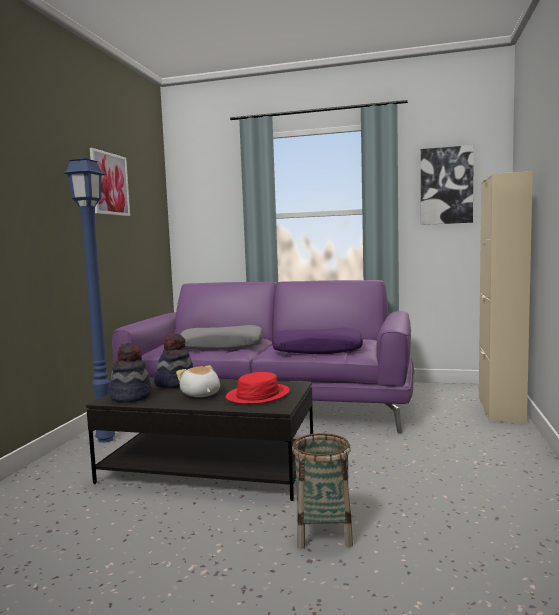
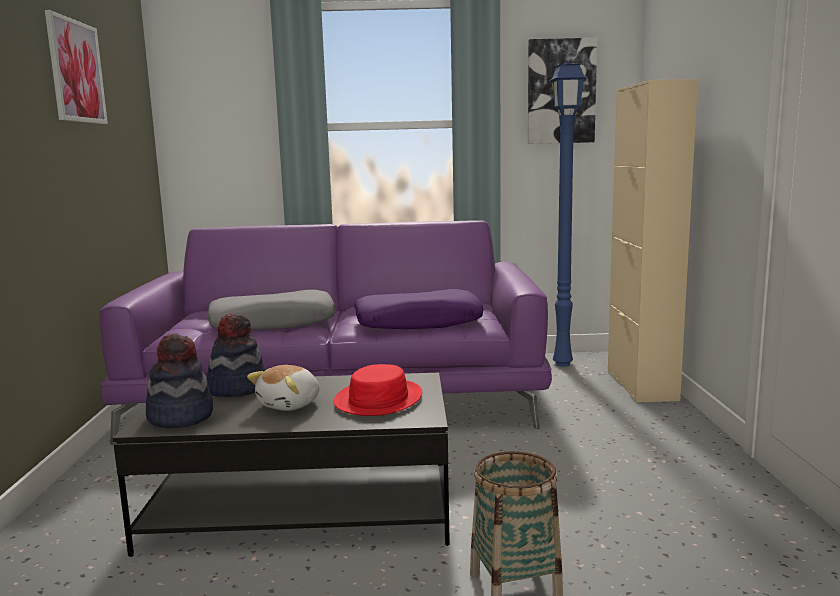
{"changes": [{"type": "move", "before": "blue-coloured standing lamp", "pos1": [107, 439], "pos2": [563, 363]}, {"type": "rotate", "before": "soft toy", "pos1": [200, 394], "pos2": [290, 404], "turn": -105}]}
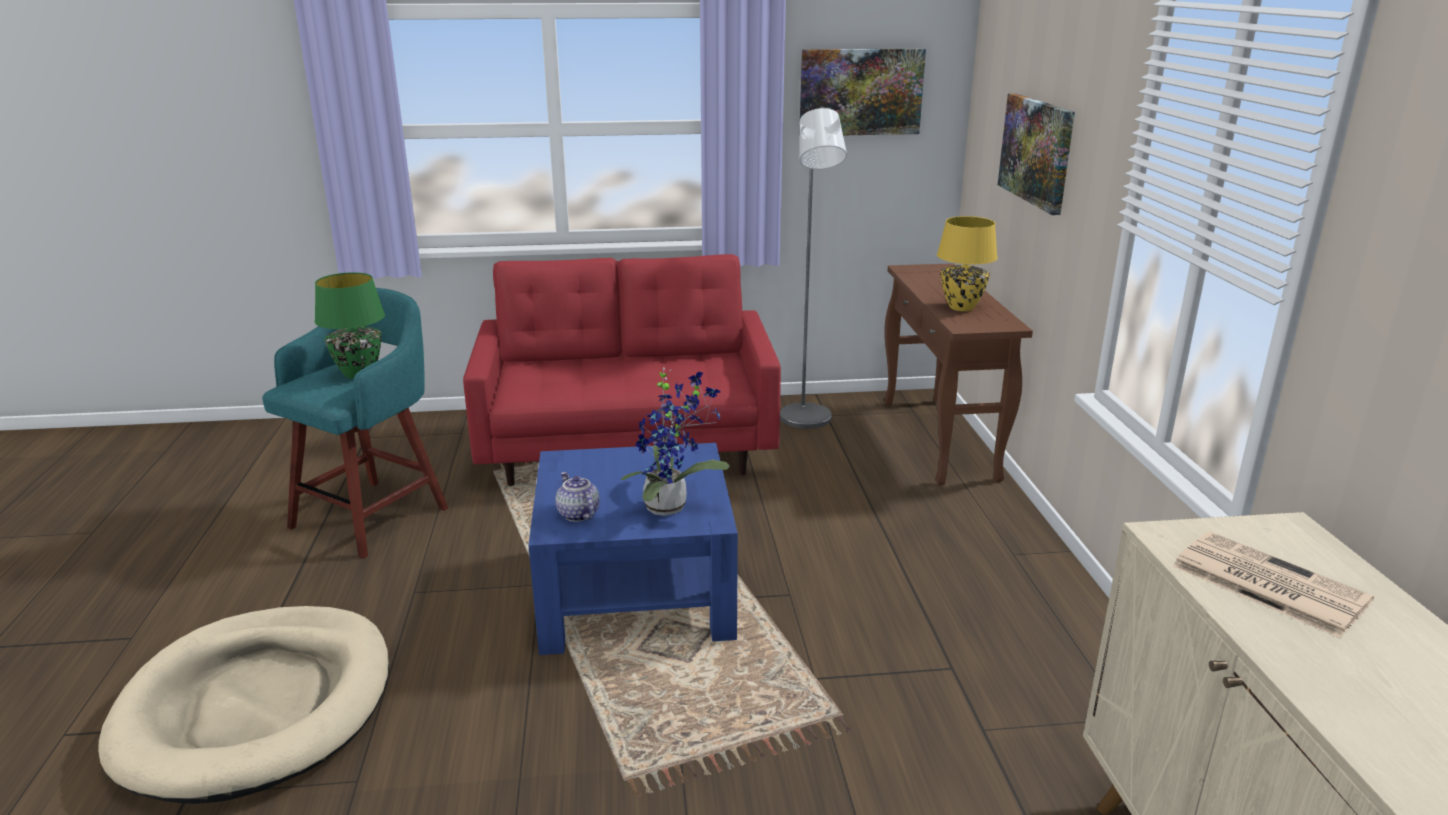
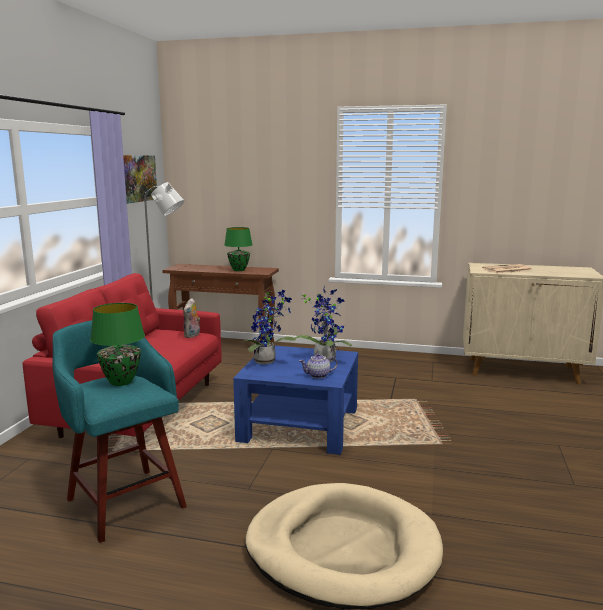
{"changes": [{"type": "delete", "before": "wall picture", "pos1": [1037, 151]}, {"type": "recolor", "before": "yellowish table lamp", "after": "greenish table lamp", "pos1": [961, 307], "pos2": [238, 270]}, {"type": "insert", "after": "potted plant", "pos2": [267, 361]}, {"type": "insert", "after": "soft toy", "pos2": [192, 335]}]}
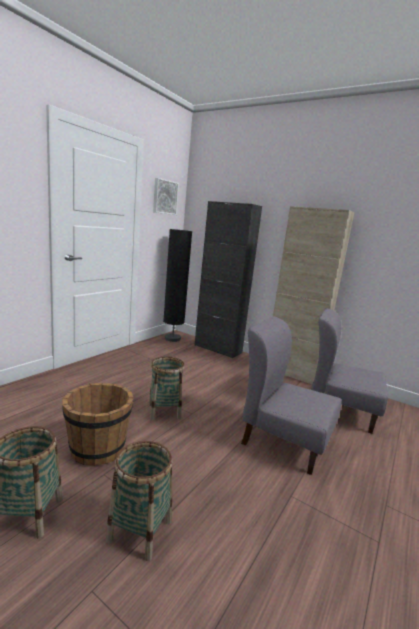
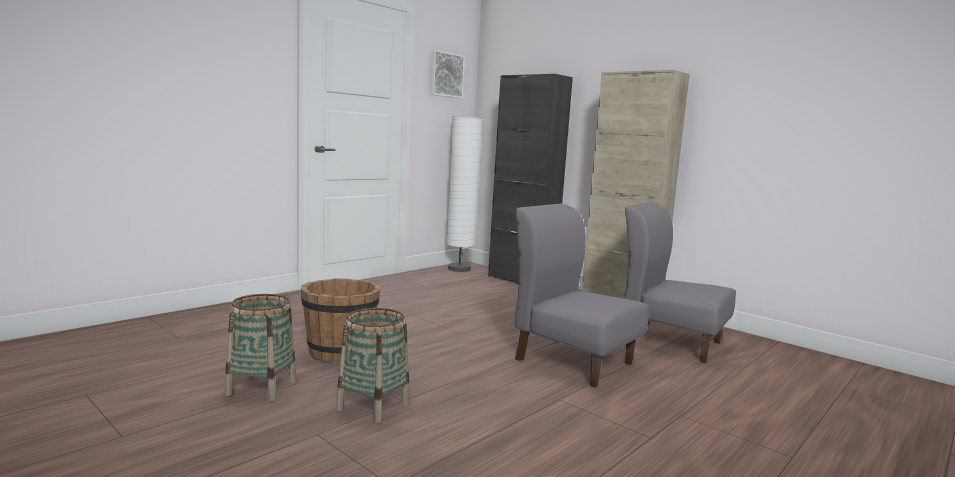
{"changes": [{"type": "recolor", "before": "black standing lamp", "after": "white standing lamp", "pos1": [172, 338], "pos2": [459, 269]}, {"type": "delete", "before": "basket", "pos1": [164, 411]}]}
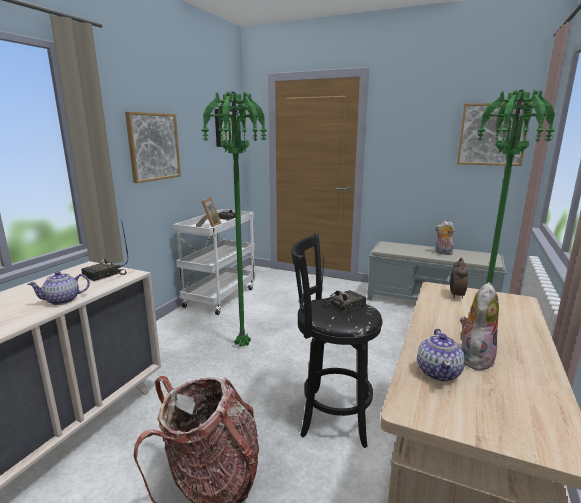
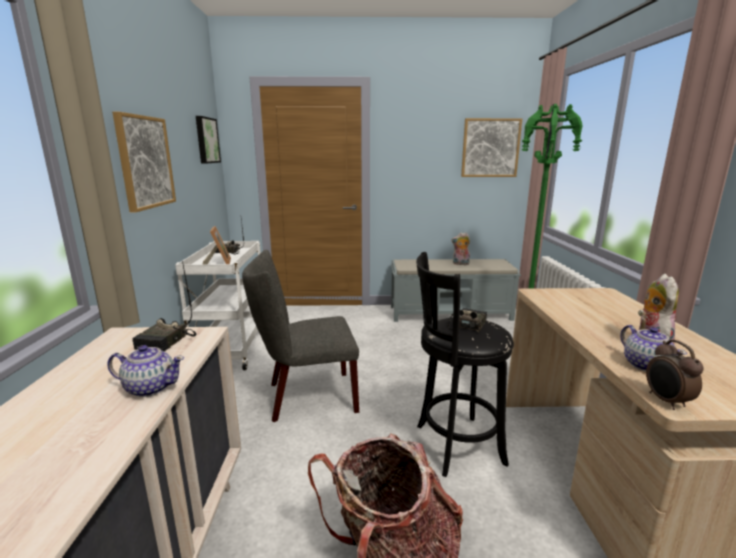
{"changes": [{"type": "replace", "before": "greenish standing lamp", "after": "gray upright chair", "pos1": [244, 345], "pos2": [305, 397]}, {"type": "move", "before": "alarm clock", "pos1": [456, 296], "pos2": [666, 401]}, {"type": "rotate", "before": "tea pot", "pos1": [63, 300], "pos2": [150, 387], "turn": -120}]}
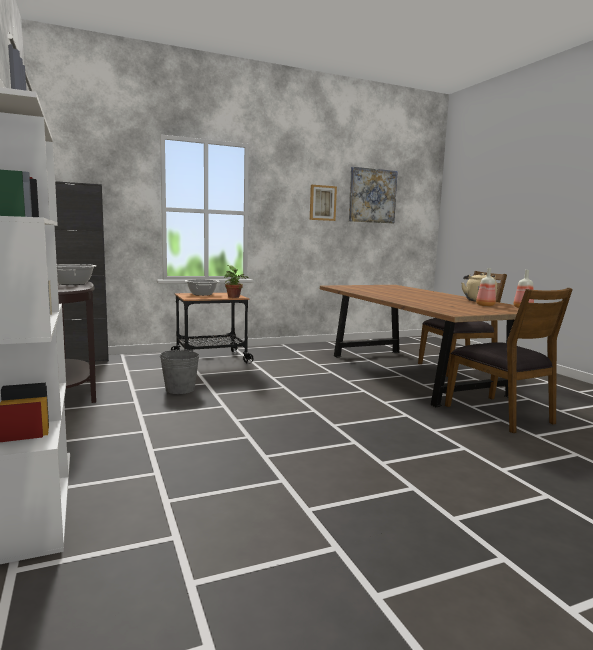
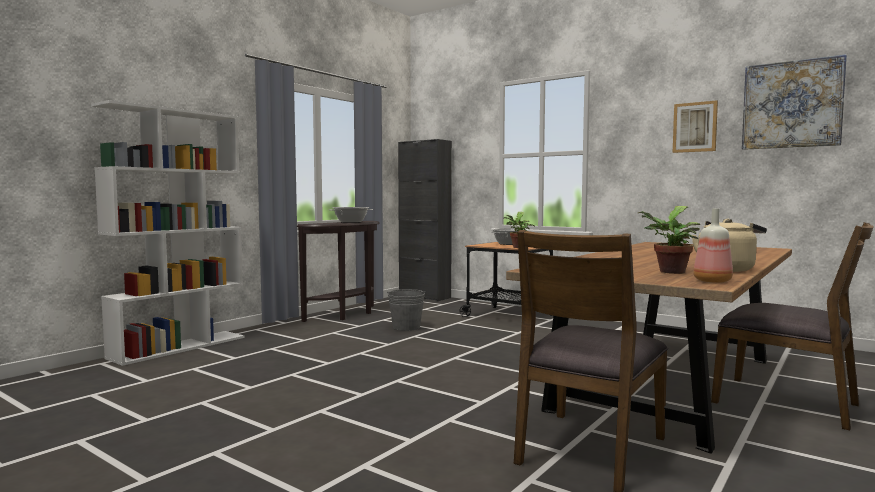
{"changes": [{"type": "replace", "before": "bottle", "after": "potted plant", "pos1": [484, 305], "pos2": [669, 272]}]}
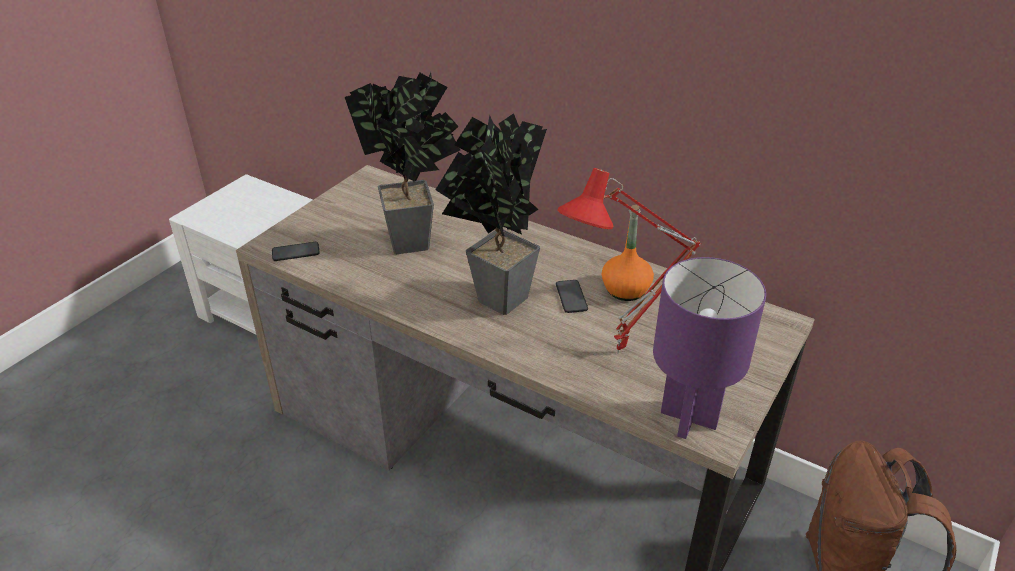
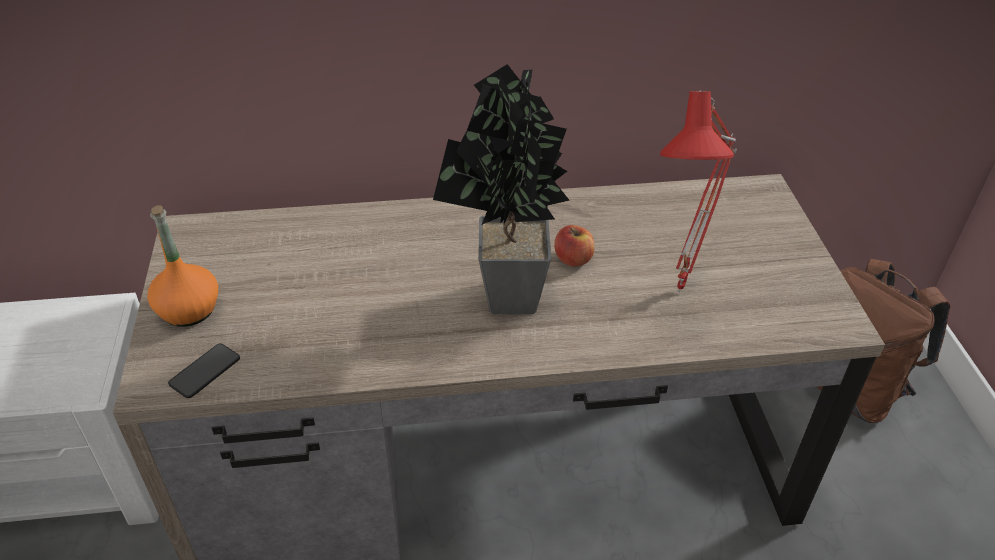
{"changes": [{"type": "delete", "before": "potted plant", "pos1": [417, 244]}, {"type": "move", "before": "orange-coloured bottle", "pos1": [625, 289], "pos2": [188, 310]}, {"type": "delete", "before": "purple-coloured table lamp", "pos1": [688, 417]}, {"type": "replace", "before": "telephone", "after": "apple", "pos1": [571, 297], "pos2": [573, 259]}]}
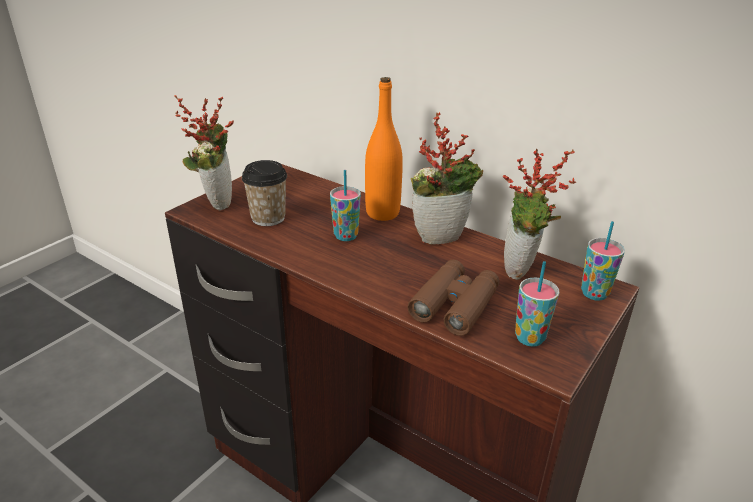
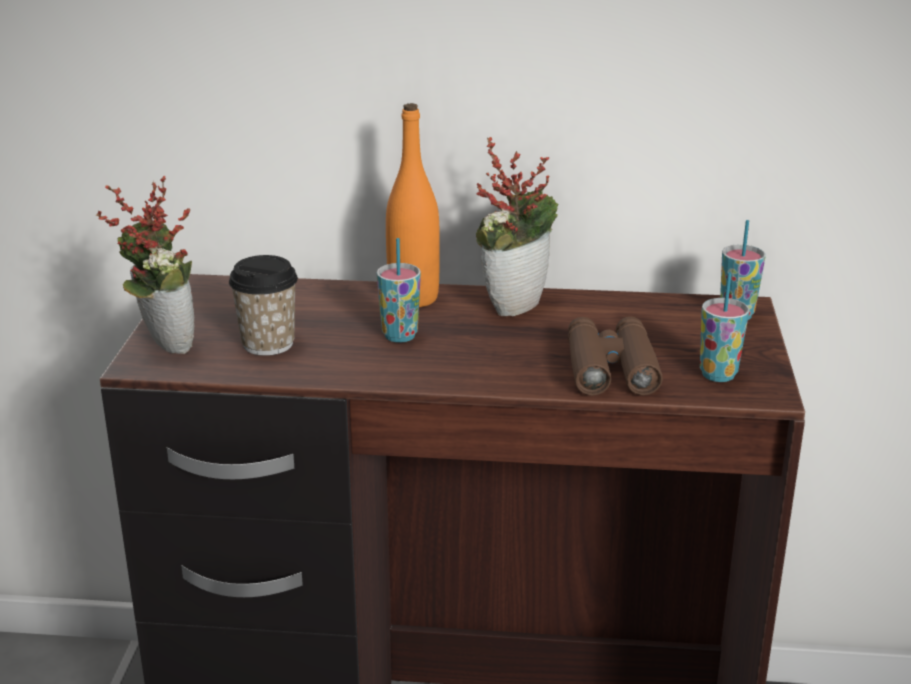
{"changes": [{"type": "delete", "before": "potted plant", "pos1": [522, 271]}]}
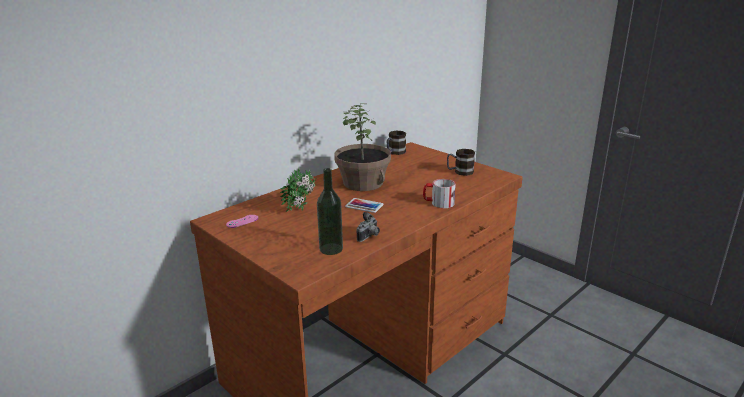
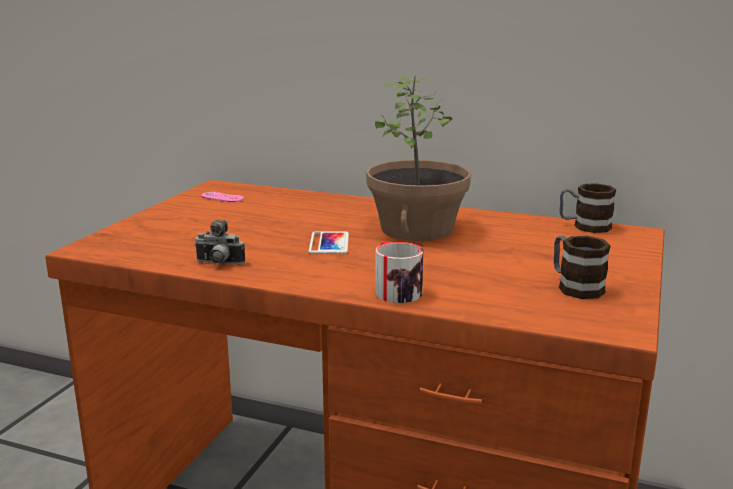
{"changes": [{"type": "delete", "before": "potted plant", "pos1": [303, 208]}, {"type": "delete", "before": "bottle", "pos1": [331, 249]}]}
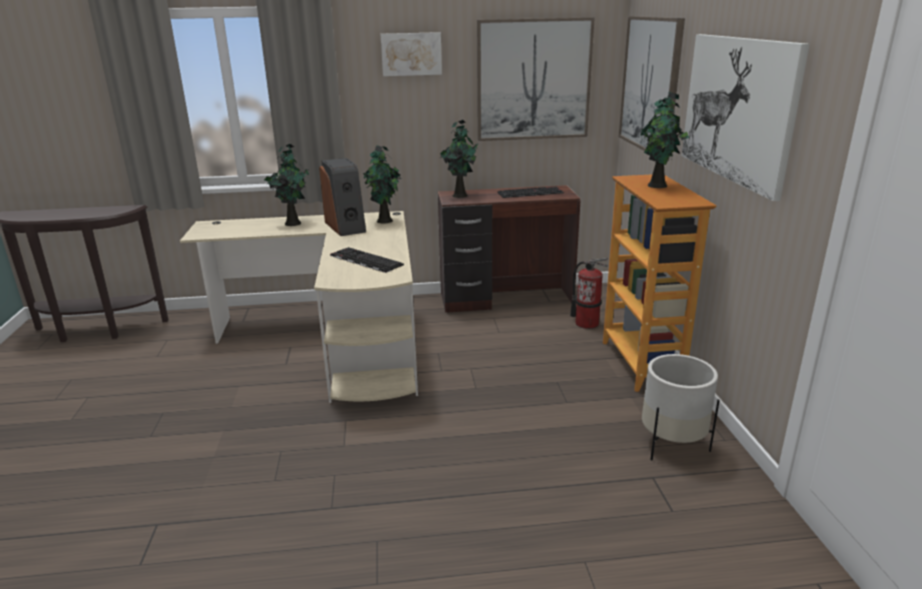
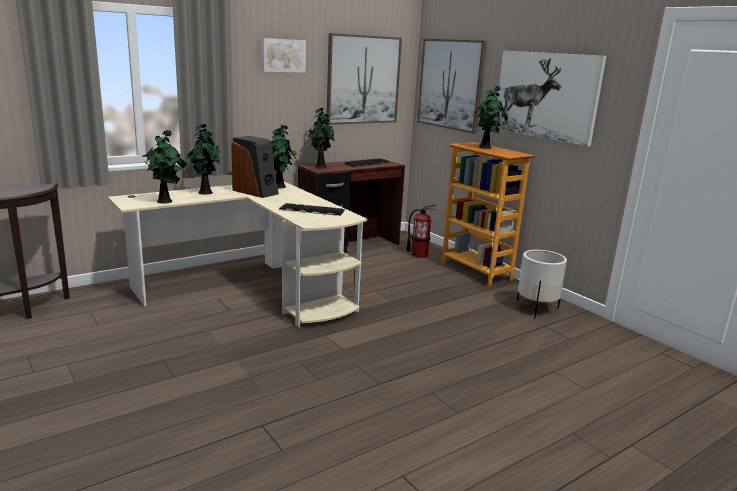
{"changes": [{"type": "insert", "after": "potted plant", "pos2": [166, 201]}]}
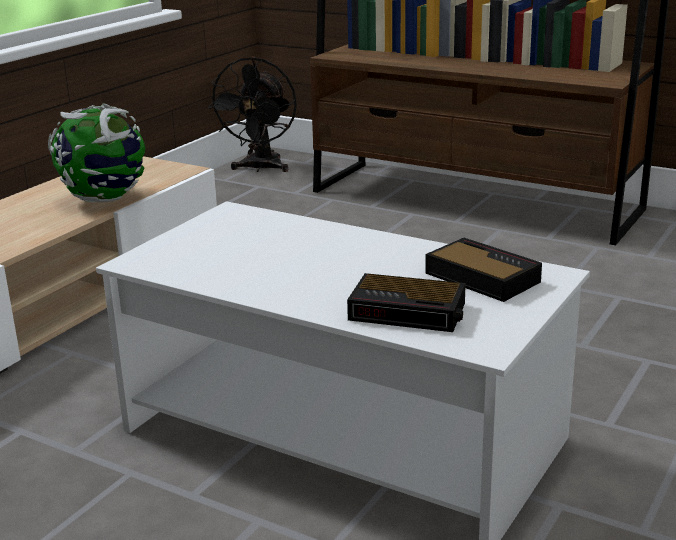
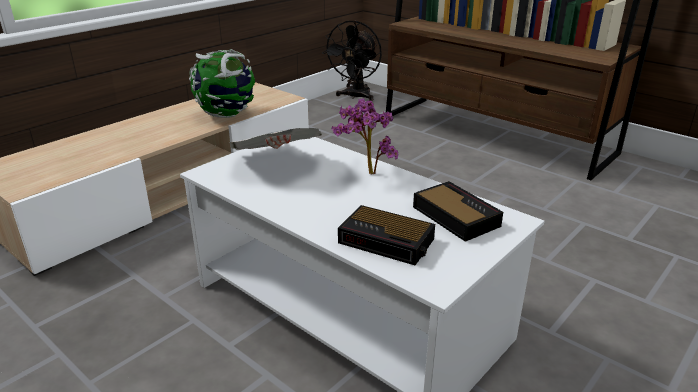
{"changes": [{"type": "insert", "after": "potted plant", "pos2": [365, 174]}, {"type": "insert", "after": "daily paper", "pos2": [277, 163]}]}
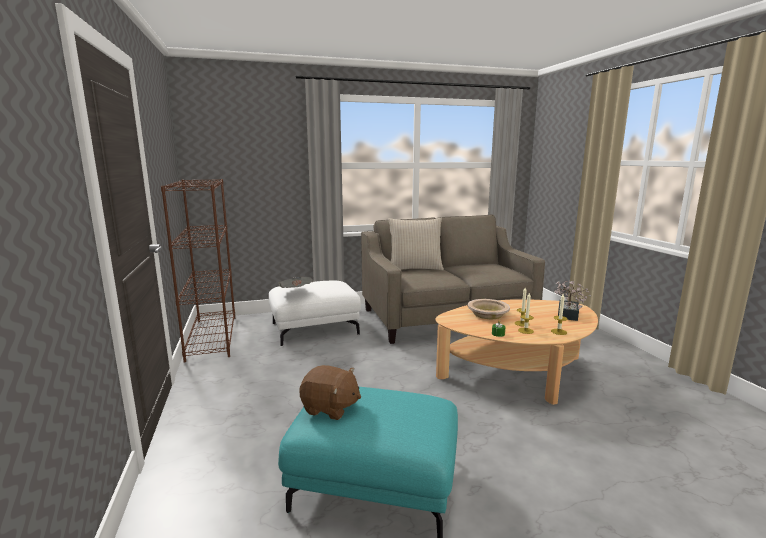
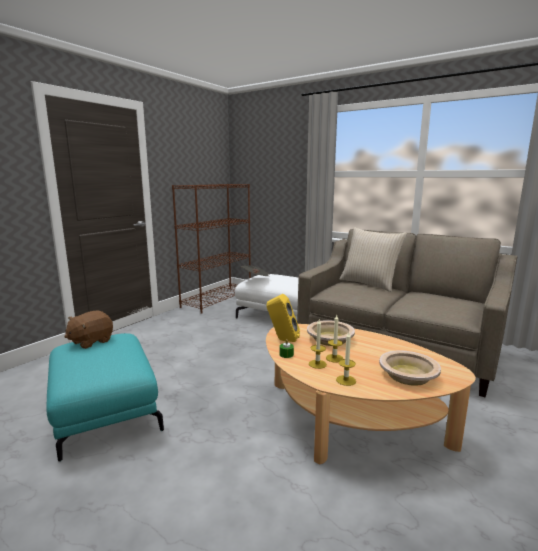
{"changes": [{"type": "replace", "before": "potted plant", "after": "beige-coloured deep dish", "pos1": [567, 316], "pos2": [408, 375]}, {"type": "rotate", "before": "brown soft toy", "pos1": [330, 408], "pos2": [91, 341], "turn": 60}, {"type": "insert", "after": "yellowish audio speaker", "pos2": [282, 340]}]}
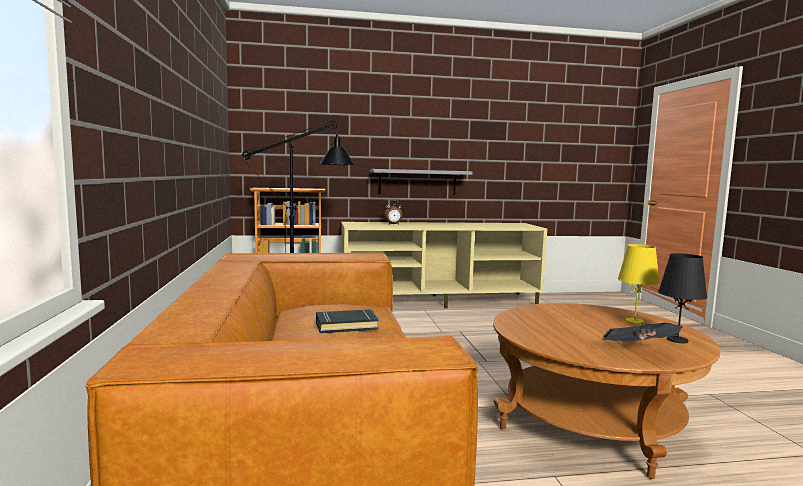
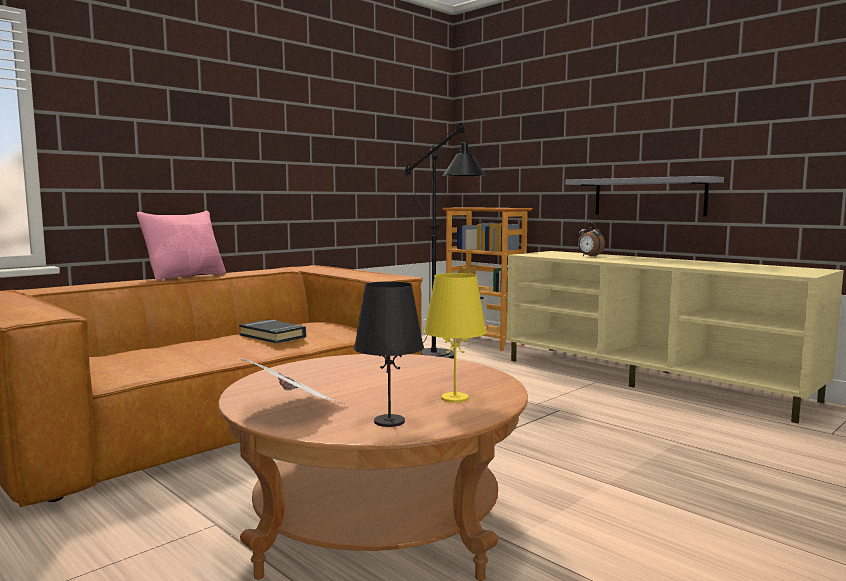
{"changes": [{"type": "insert", "after": "pinkish throw pillow", "pos2": [186, 276]}]}
